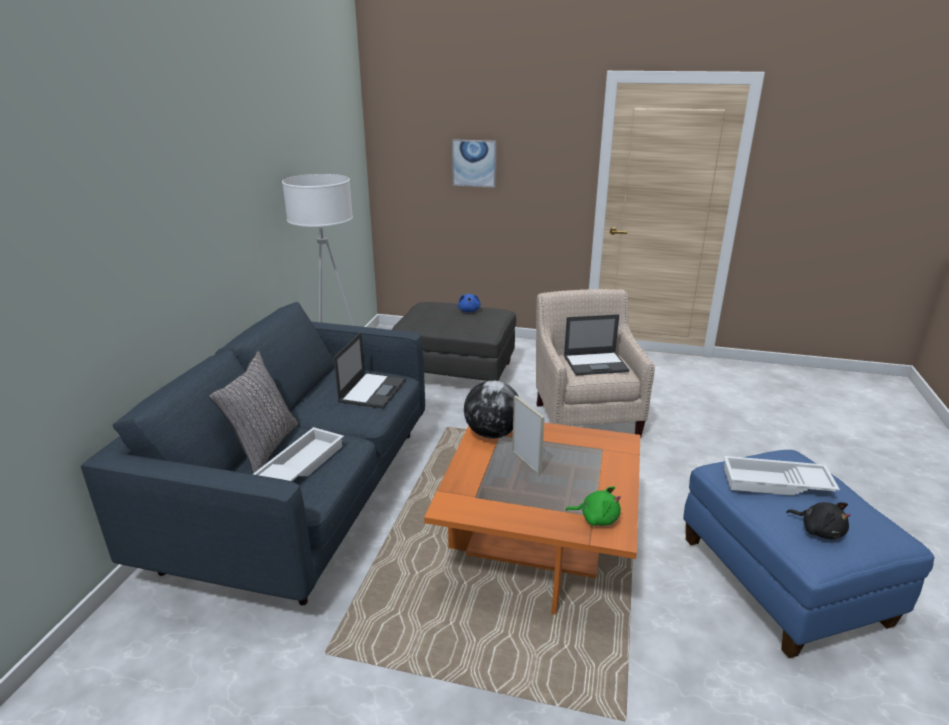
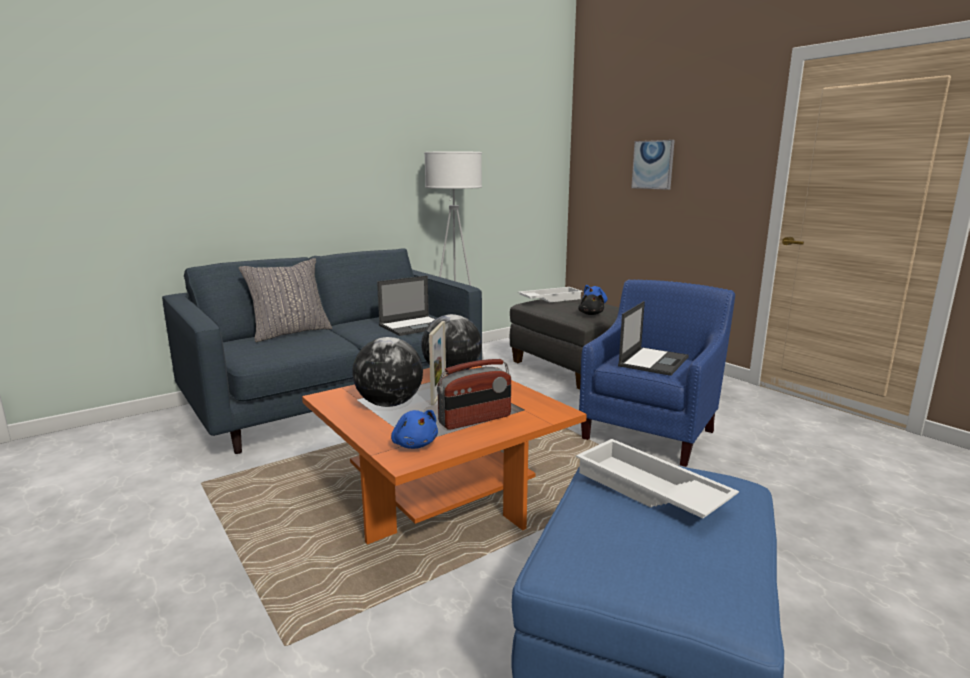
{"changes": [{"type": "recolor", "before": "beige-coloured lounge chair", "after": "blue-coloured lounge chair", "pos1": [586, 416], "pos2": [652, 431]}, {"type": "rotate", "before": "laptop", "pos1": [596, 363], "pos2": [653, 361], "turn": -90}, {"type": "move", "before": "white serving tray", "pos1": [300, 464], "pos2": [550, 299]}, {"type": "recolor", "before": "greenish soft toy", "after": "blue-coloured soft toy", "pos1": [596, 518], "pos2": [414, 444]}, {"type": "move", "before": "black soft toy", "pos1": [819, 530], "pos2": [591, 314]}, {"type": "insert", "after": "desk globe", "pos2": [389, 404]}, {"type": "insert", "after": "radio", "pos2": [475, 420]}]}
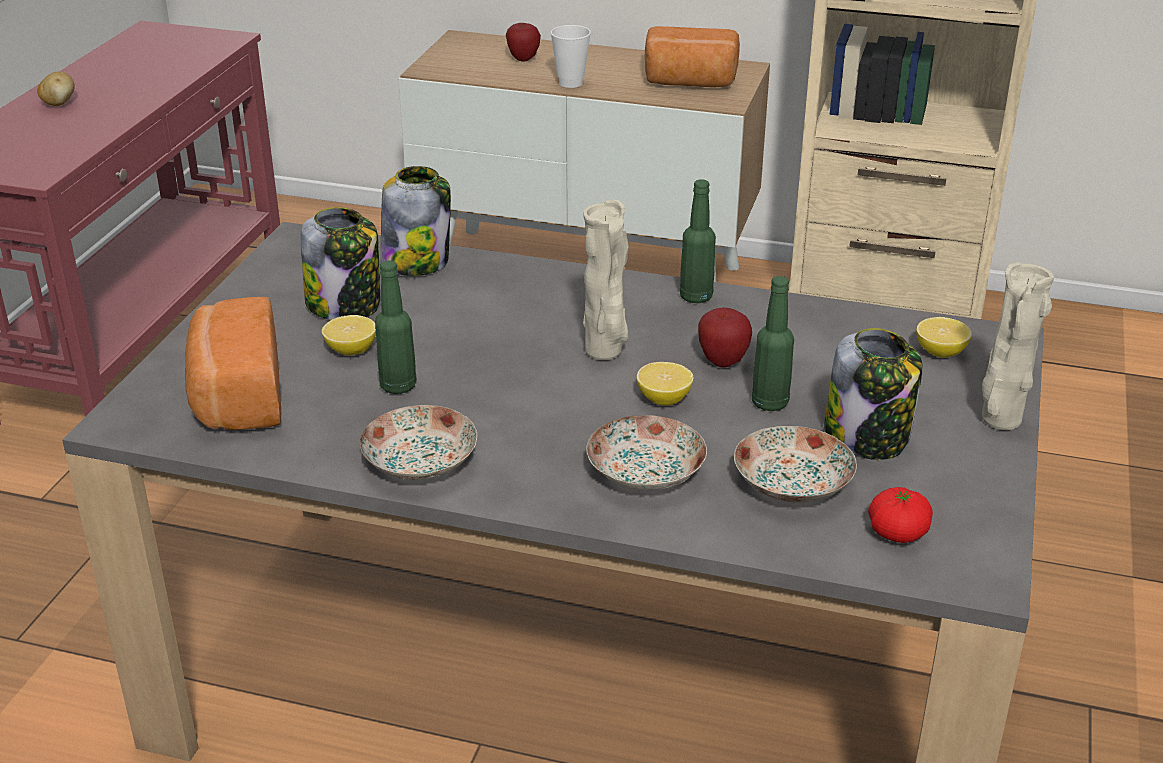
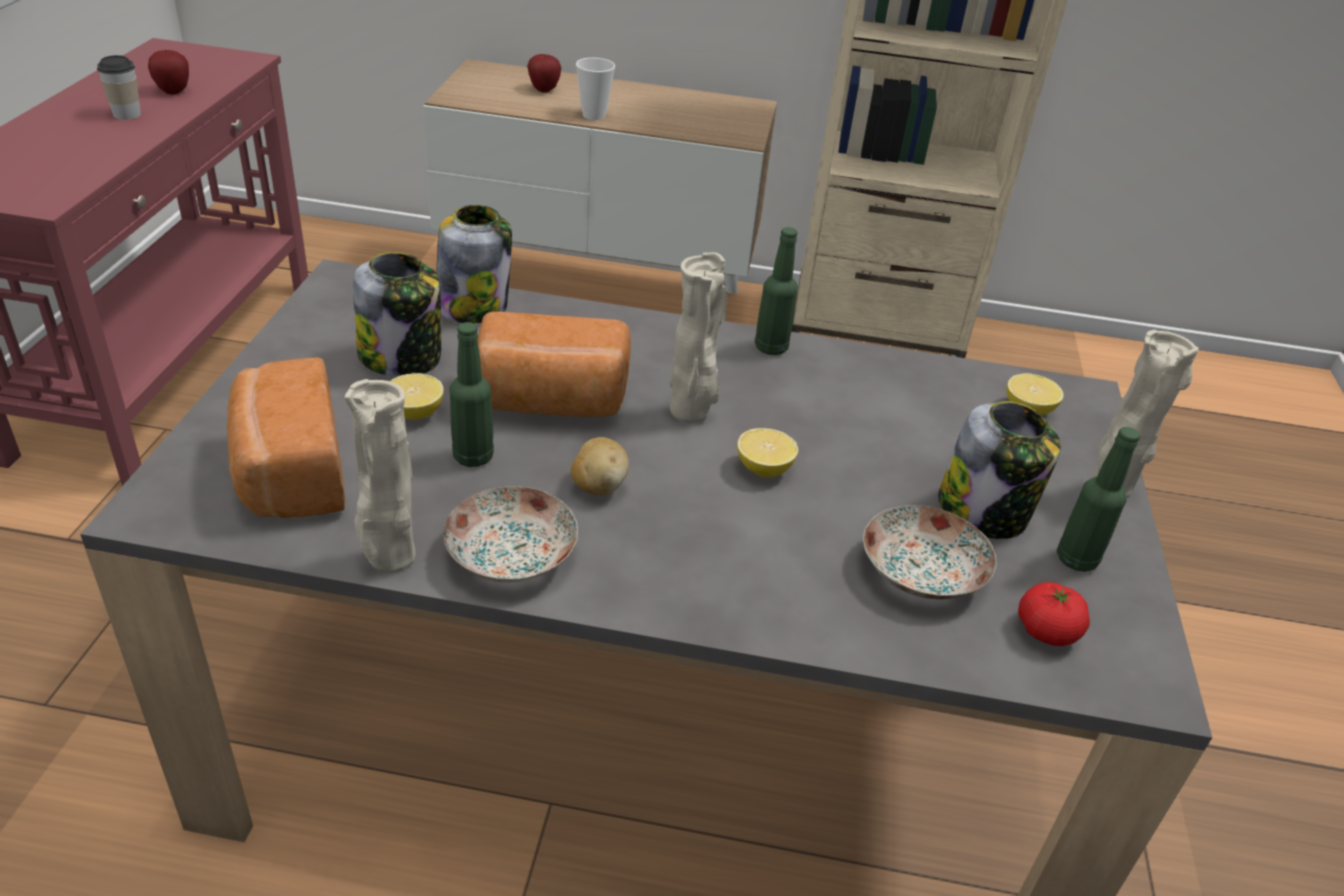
{"changes": [{"type": "move", "before": "bread", "pos1": [690, 82], "pos2": [552, 402]}, {"type": "move", "before": "whole potato", "pos1": [59, 104], "pos2": [598, 486]}, {"type": "move", "before": "greenish bottle", "pos1": [770, 403], "pos2": [1077, 559]}, {"type": "move", "before": "apple", "pos1": [723, 361], "pos2": [173, 91]}, {"type": "delete", "before": "flat dish", "pos1": [646, 472]}, {"type": "insert", "after": "cup", "pos2": [127, 114]}, {"type": "insert", "after": "beige-coloured flower vase", "pos2": [390, 559]}]}
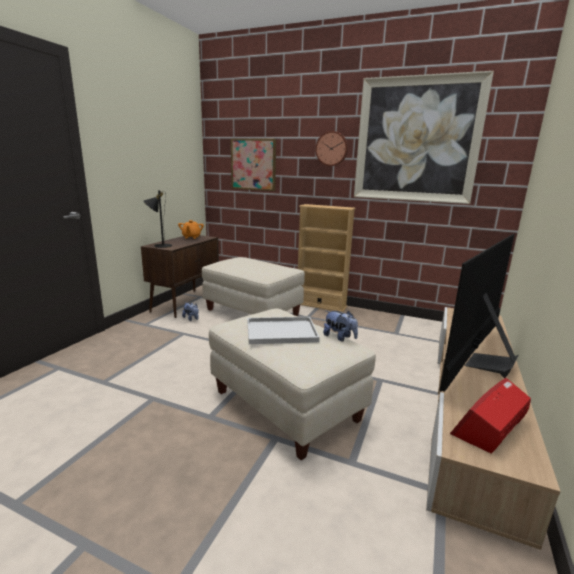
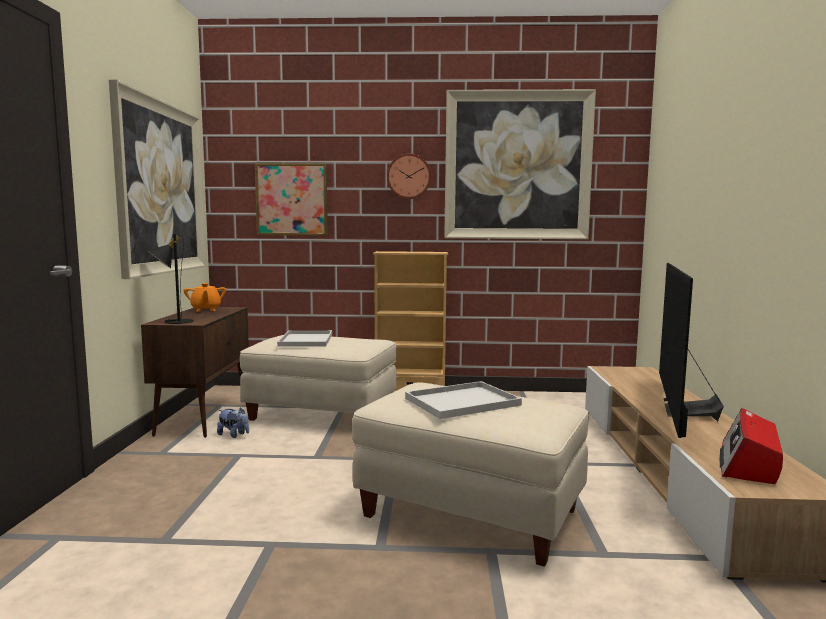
{"changes": [{"type": "delete", "before": "soft toy", "pos1": [339, 337]}, {"type": "insert", "after": "wall picture", "pos2": [161, 188]}, {"type": "insert", "after": "white serving tray", "pos2": [306, 340]}]}
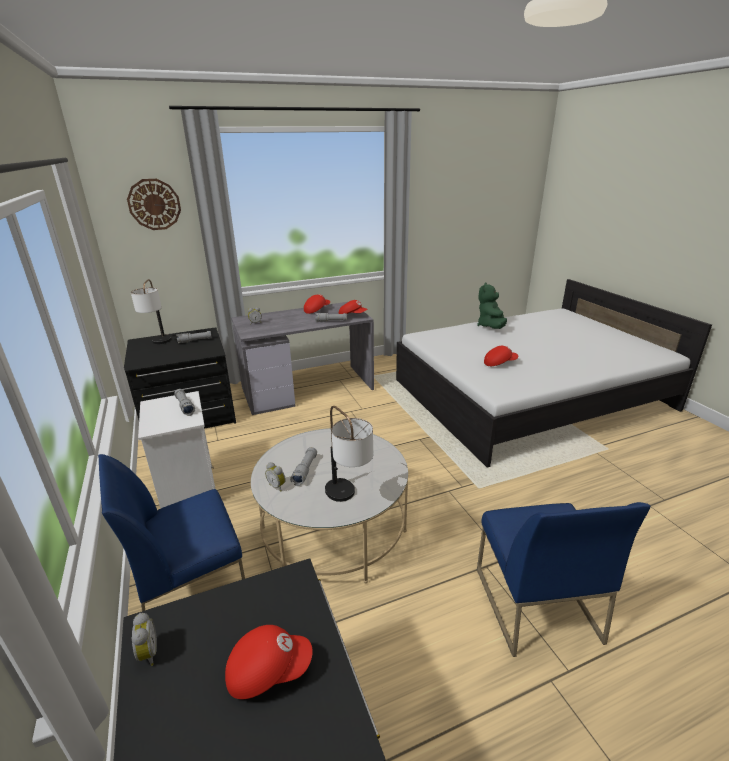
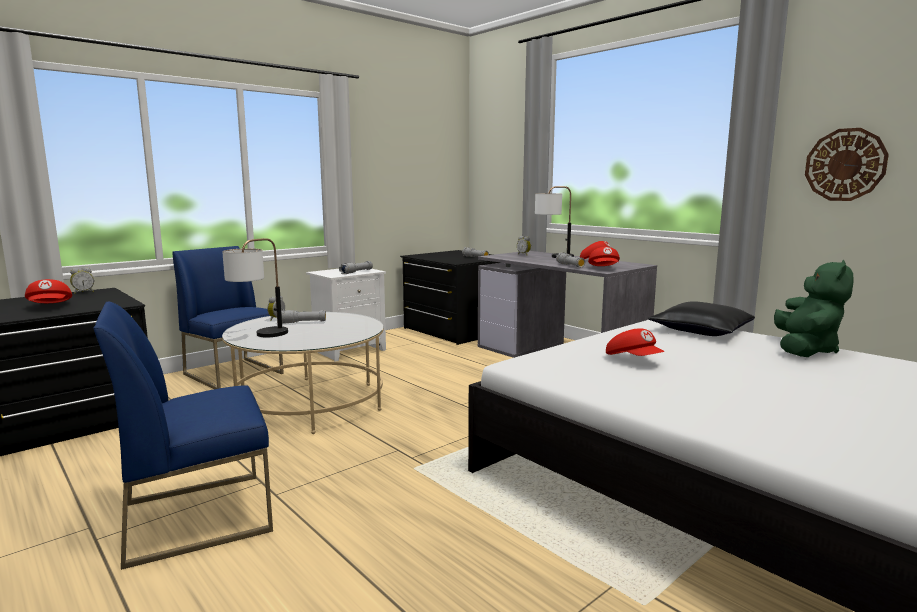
{"changes": [{"type": "move", "before": "hanging clock", "pos1": [154, 204], "pos2": [845, 165]}, {"type": "move", "before": "table lamp", "pos1": [159, 344], "pos2": [553, 257]}, {"type": "rotate", "before": "greenish soft toy", "pos1": [491, 326], "pos2": [805, 350], "turn": 120}, {"type": "insert", "after": "black throw pillow", "pos2": [700, 330]}]}
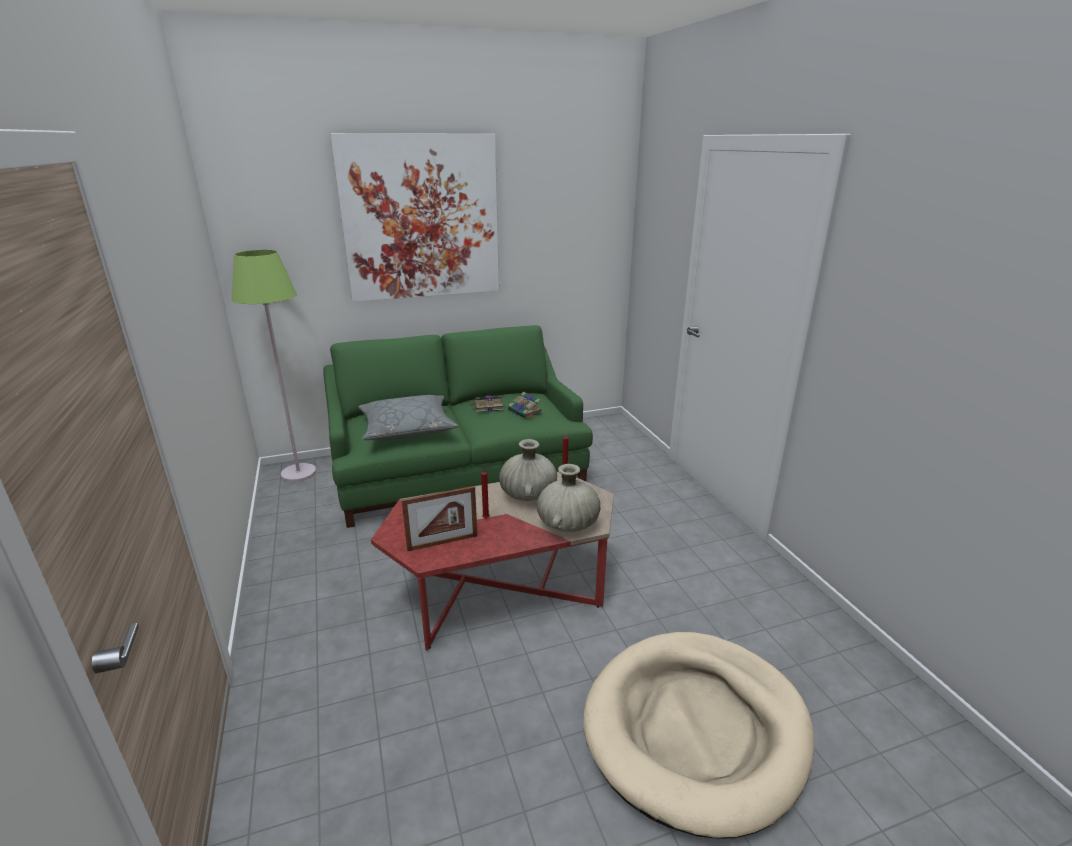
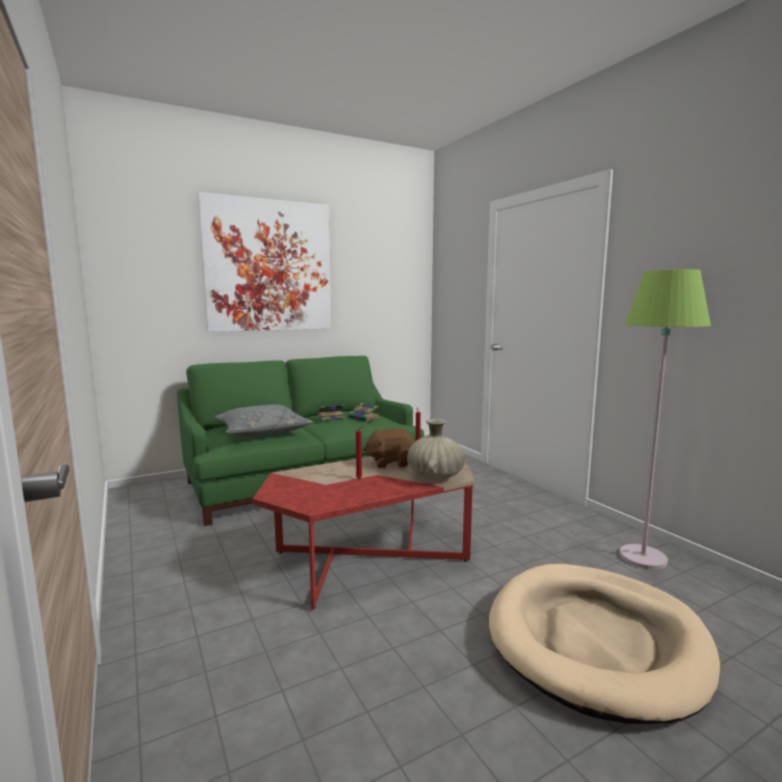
{"changes": [{"type": "move", "before": "greenish standing lamp", "pos1": [299, 473], "pos2": [642, 558]}, {"type": "replace", "before": "beige-coloured flower vase", "after": "brown soft toy", "pos1": [528, 494], "pos2": [390, 463]}, {"type": "delete", "before": "standing frame", "pos1": [442, 542]}]}
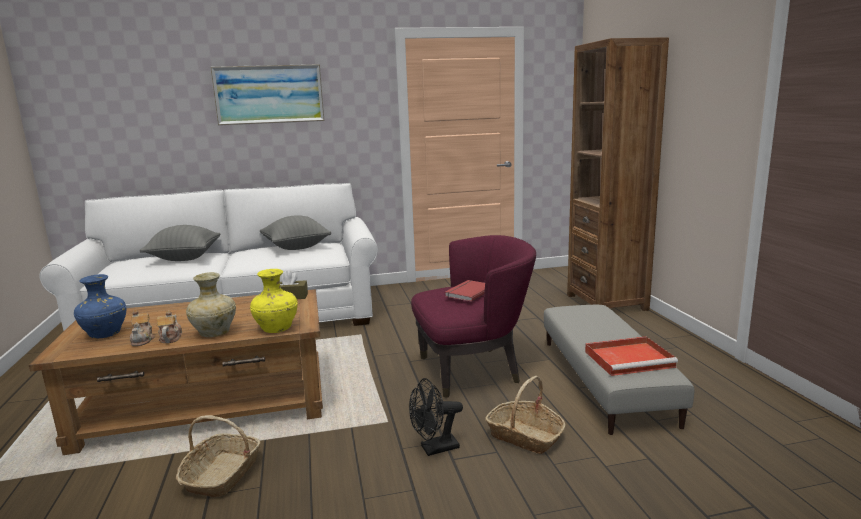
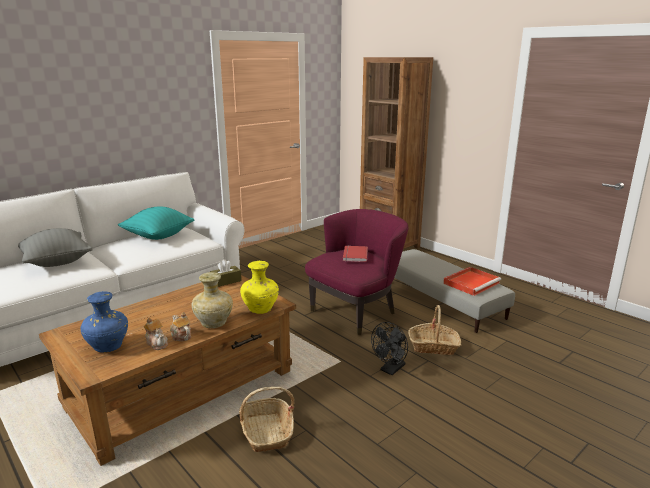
{"changes": [{"type": "delete", "before": "wall picture", "pos1": [269, 94]}, {"type": "recolor", "before": "gray throw pillow", "after": "blue-green throw pillow", "pos1": [296, 247], "pos2": [158, 236]}]}
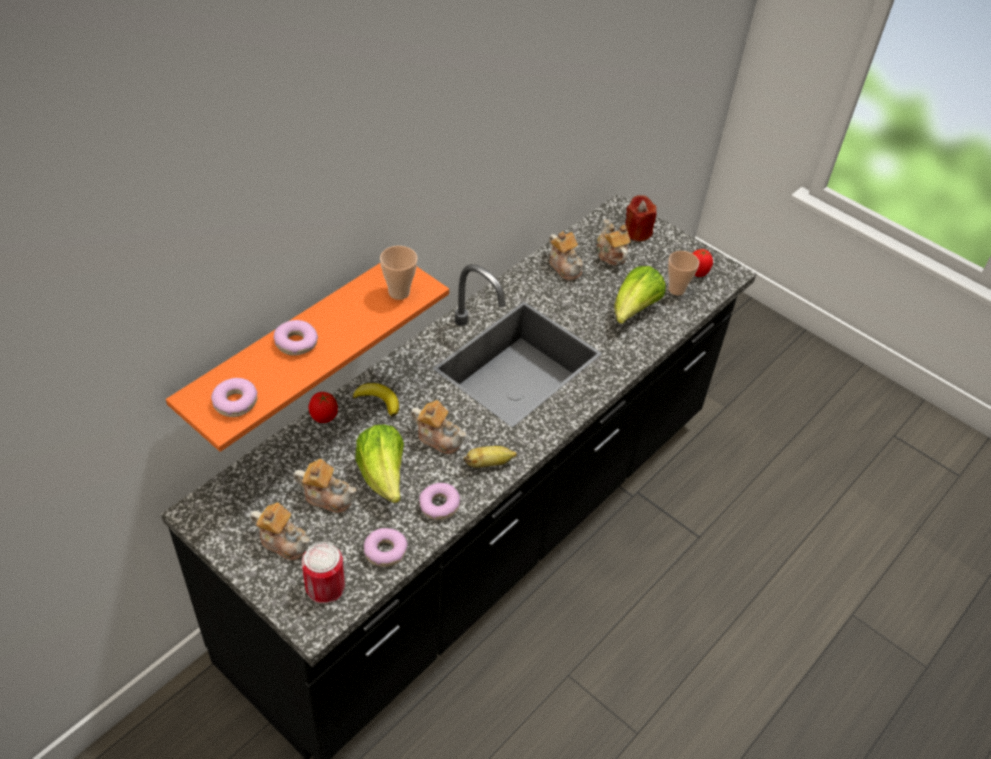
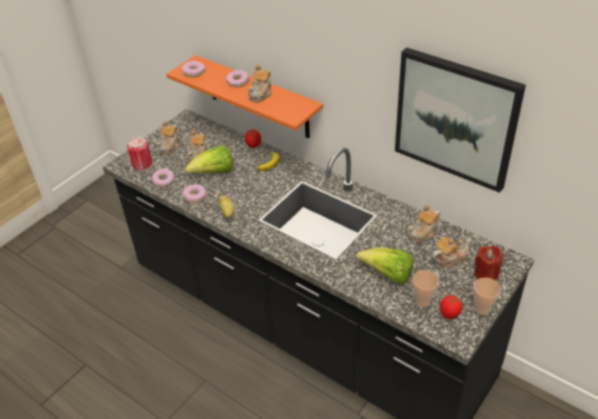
{"changes": [{"type": "move", "before": "cup", "pos1": [399, 292], "pos2": [482, 309]}, {"type": "move", "before": "tea pot", "pos1": [439, 438], "pos2": [261, 94]}, {"type": "insert", "after": "wall picture", "pos2": [456, 118]}]}
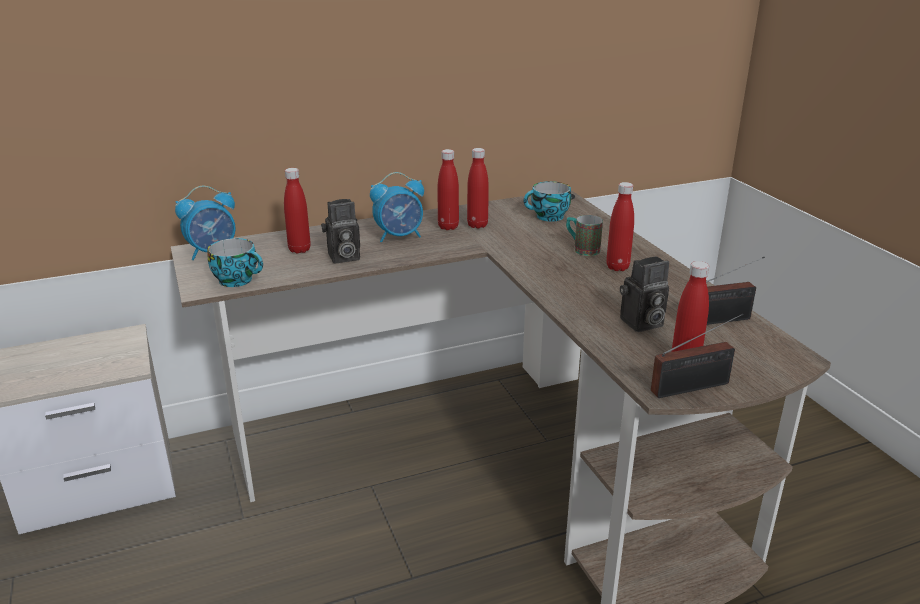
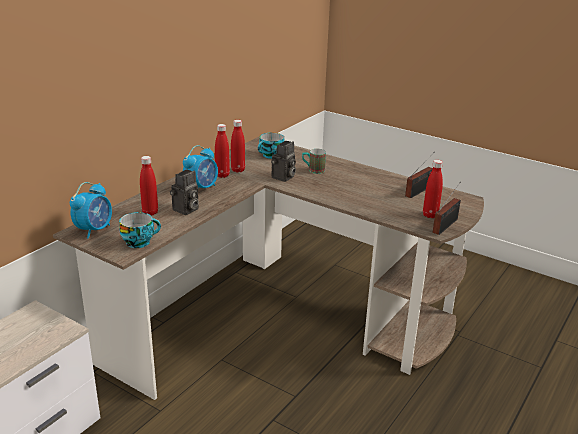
{"changes": [{"type": "delete", "before": "reddish bottle", "pos1": [617, 267]}, {"type": "move", "before": "still camera", "pos1": [641, 324], "pos2": [283, 177]}]}
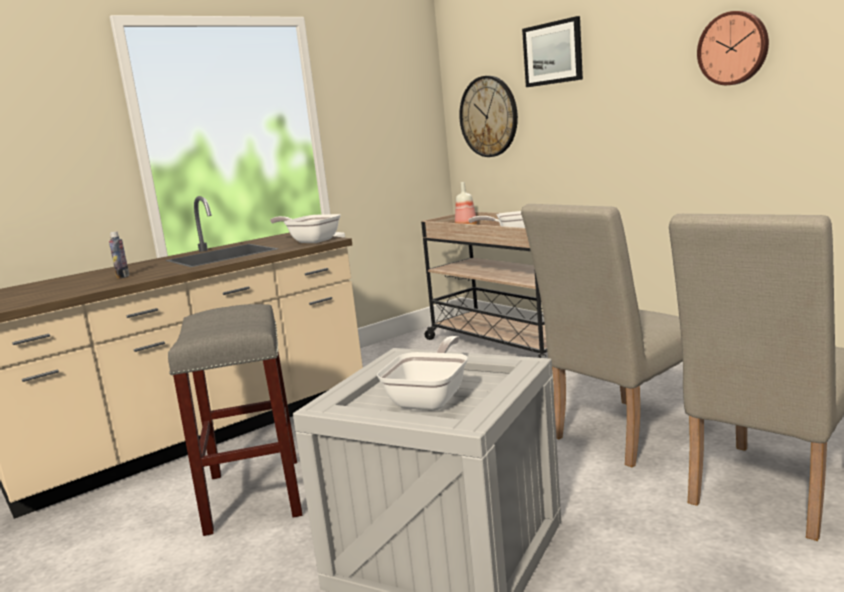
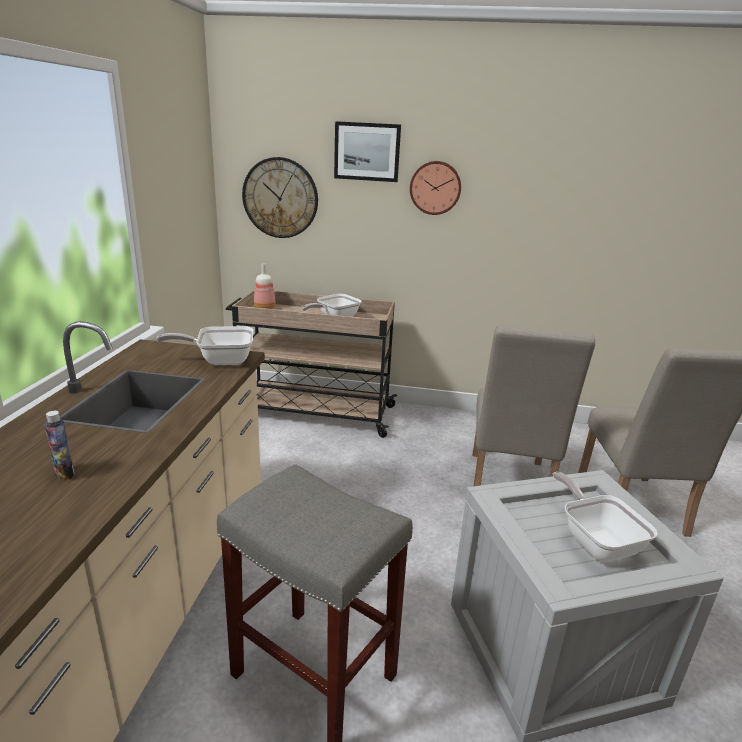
{"changes": [{"type": "move", "before": "hanging clock", "pos1": [733, 48], "pos2": [435, 187]}]}
